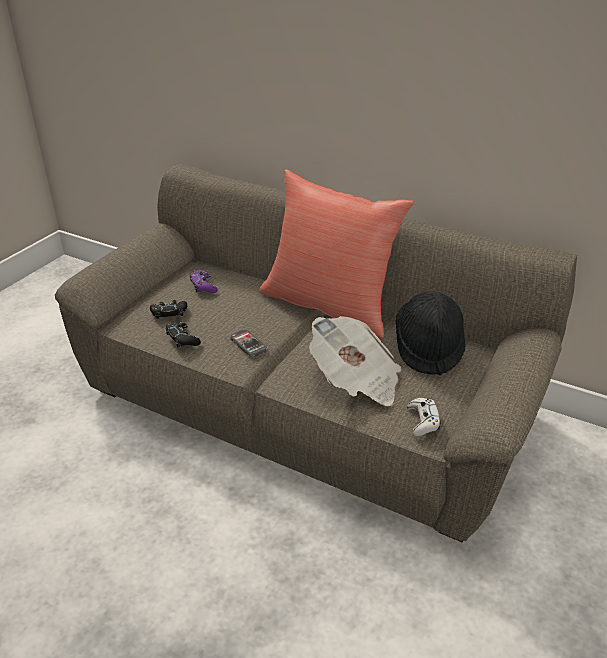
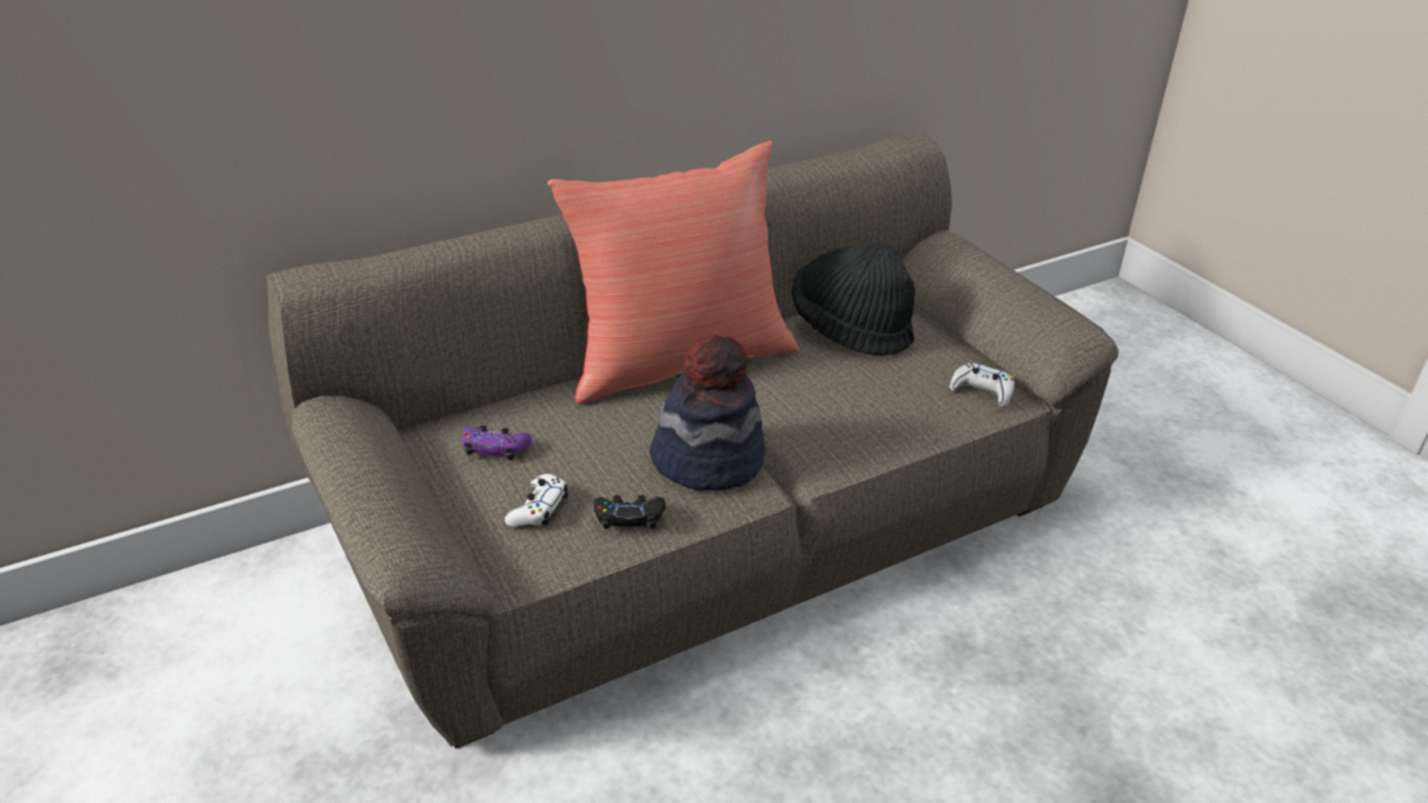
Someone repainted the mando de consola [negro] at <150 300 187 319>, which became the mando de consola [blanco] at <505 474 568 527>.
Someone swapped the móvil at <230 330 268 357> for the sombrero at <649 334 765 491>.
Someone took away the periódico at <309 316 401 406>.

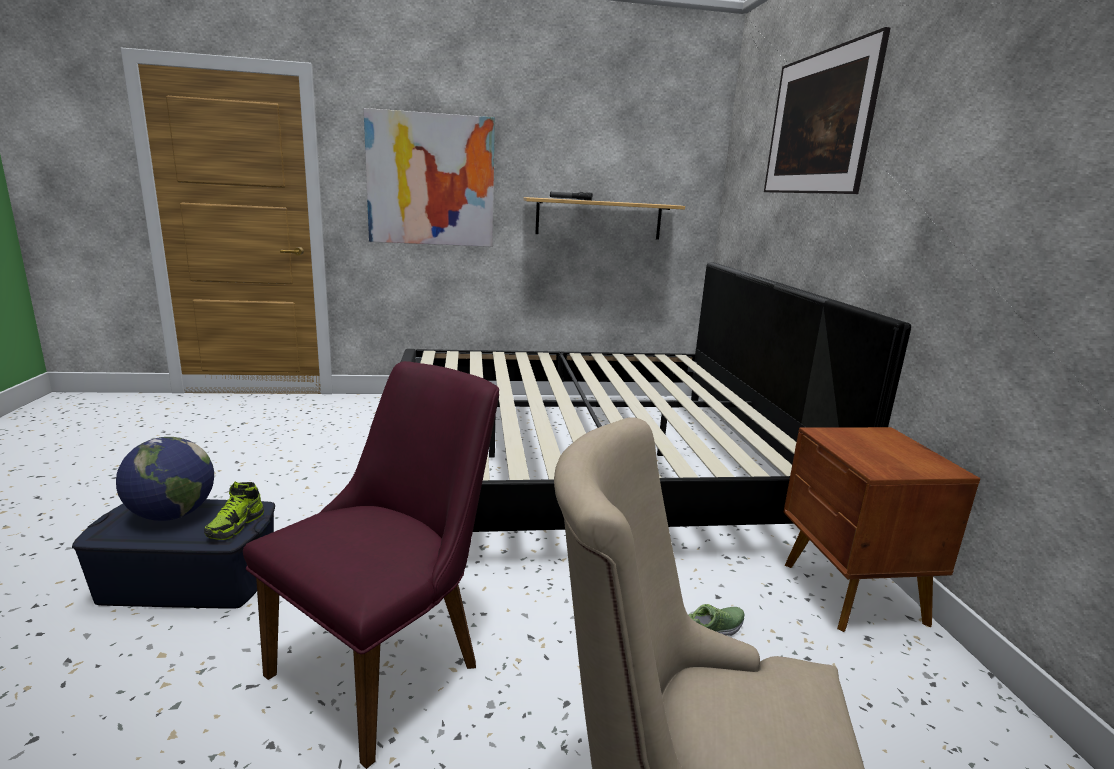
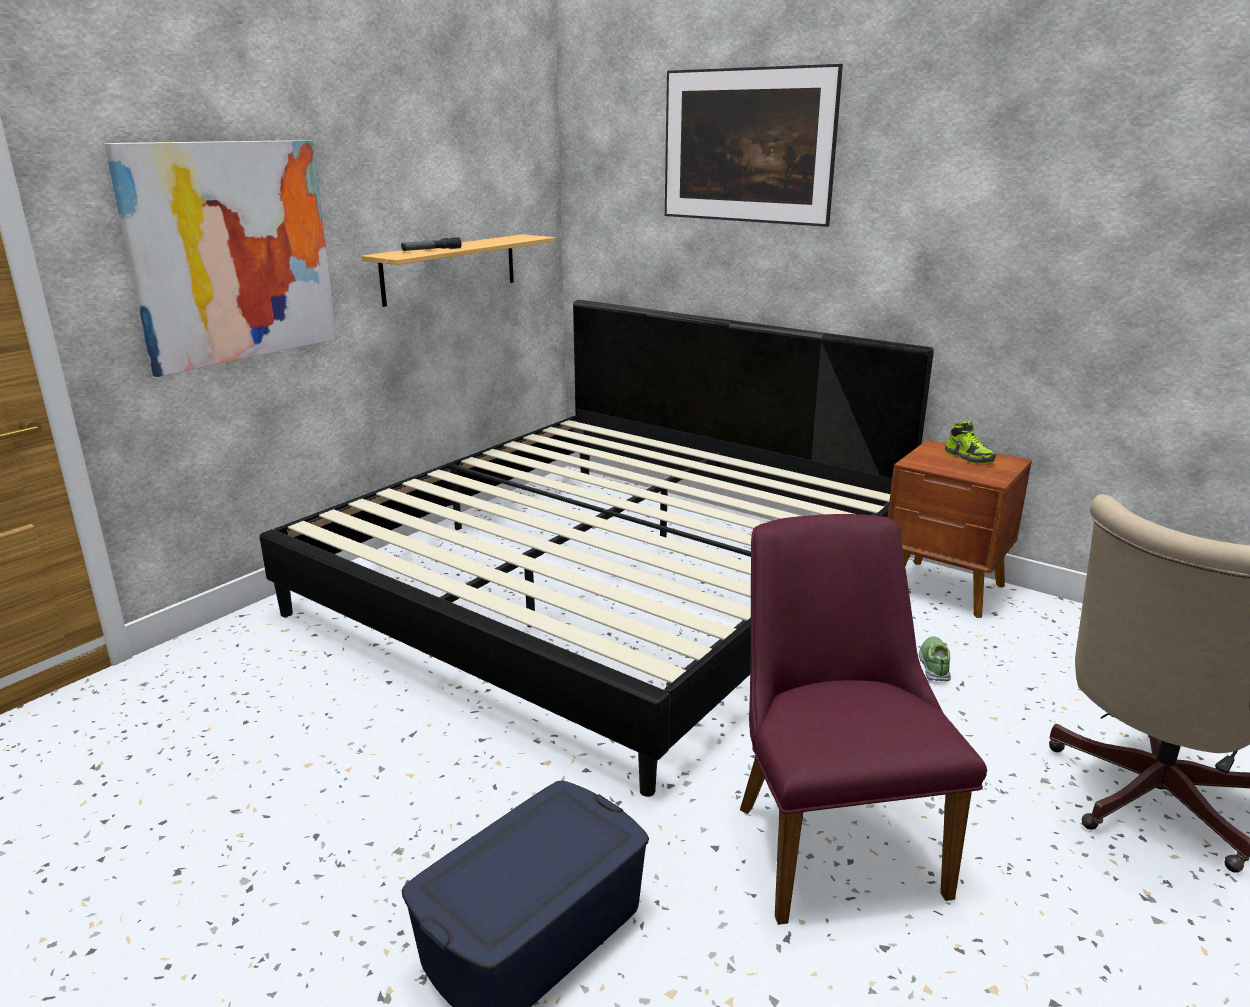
Someone carried the zapato from <204 482 264 540> to <945 421 996 464>.
Someone took away the globo terráqueo at <116 437 214 521>.

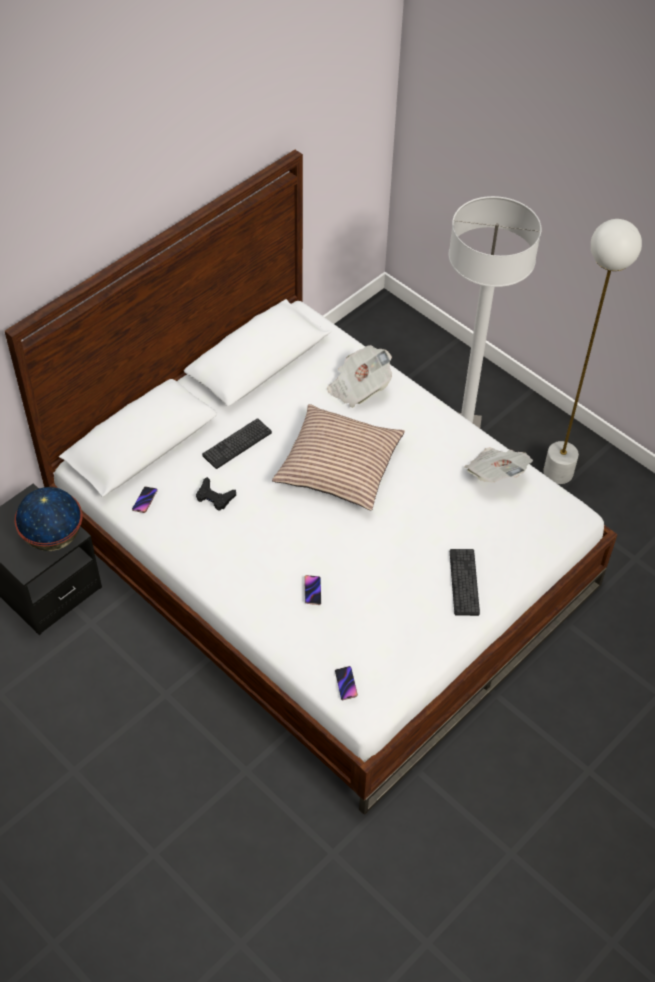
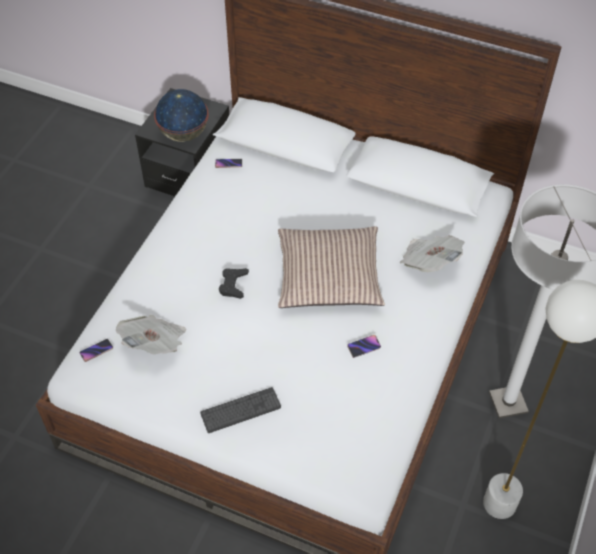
Someone carried the periódico from <465 447 533 482> to <116 315 186 355>.
Someone carried the mando de consola [negro] from <196 477 236 510> to <219 268 249 299>.
Someone carried the móvil from <304 575 321 605> to <347 335 381 358>.
Someone took away the teclado at <202 418 272 469>.

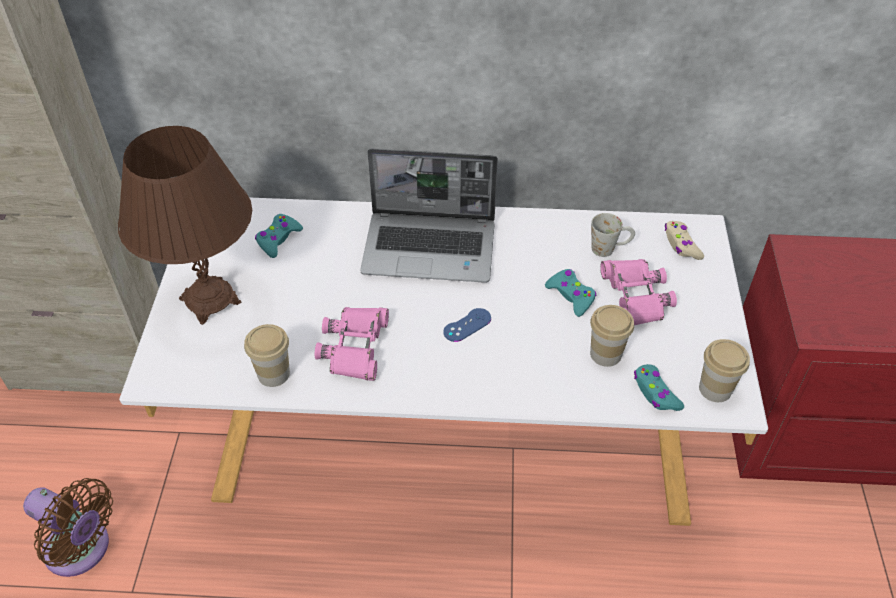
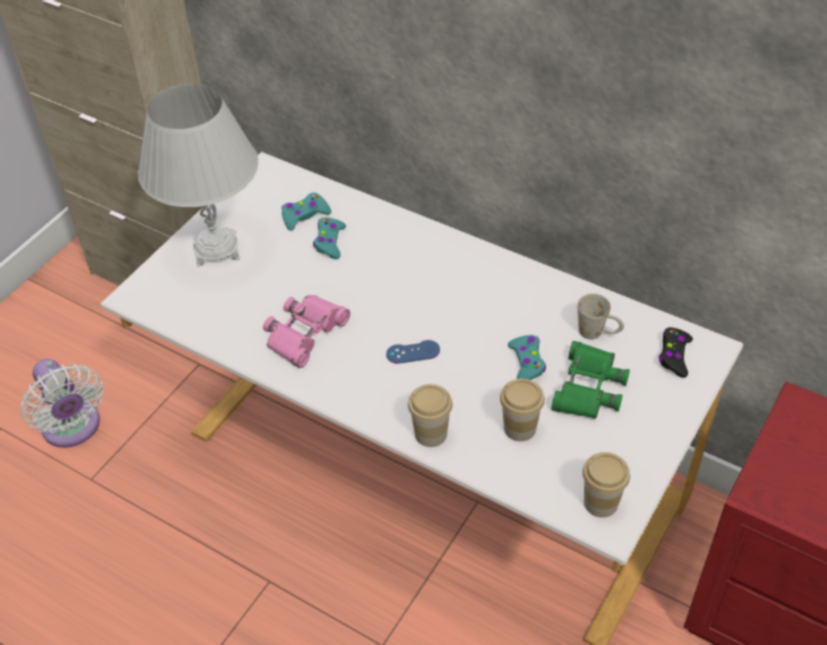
Someone repainted the ventilador [marrón] at <23 478 113 577>, which became the ventilador [blanco] at <21 359 103 448>.
Someone repainted the lámpara de mesa [marrón] at <118 126 252 325>, which became the lámpara de mesa [blanco] at <138 83 259 267>.
Someone carried the mando de consola [turquesa] from <634 364 684 411> to <313 217 346 259>.
Someone carried the taza from <244 324 290 387> to <408 384 453 447>.
Someone repainted the prismáticos [rosa] at <600 259 677 325>, which became the prismáticos [verde] at <551 341 630 419>.
Someone repainted the mando de consola [beis] at <665 221 704 260>, which became the mando de consola [negro] at <659 327 693 378>.
Someone took away the portátil at <360 148 498 283>.

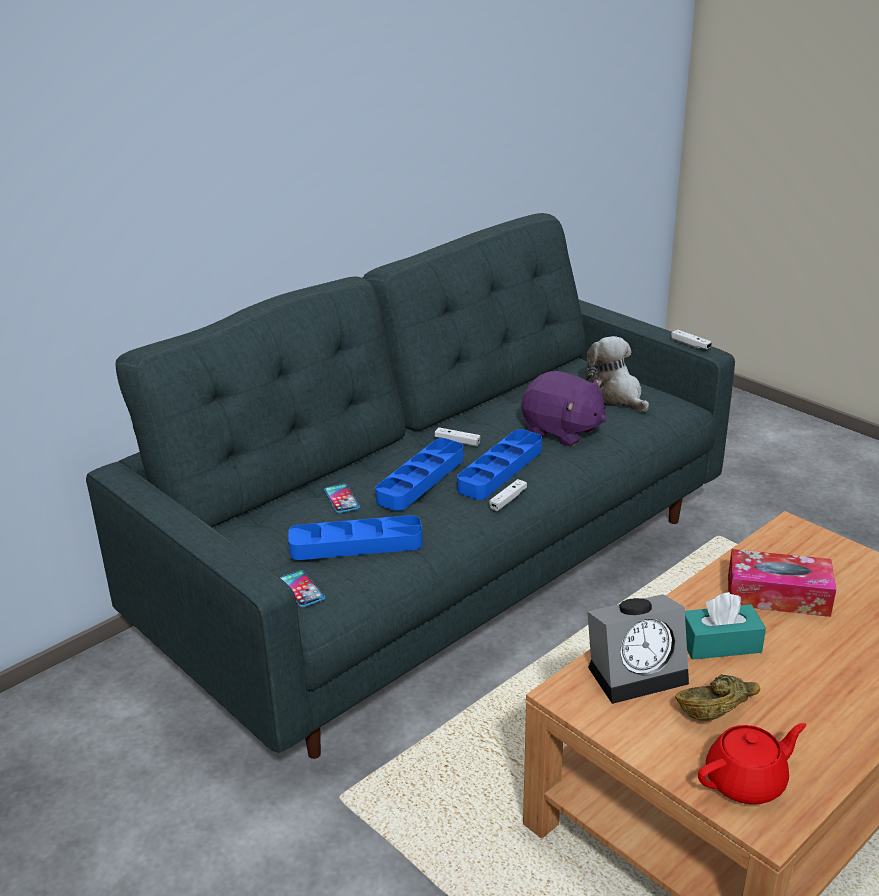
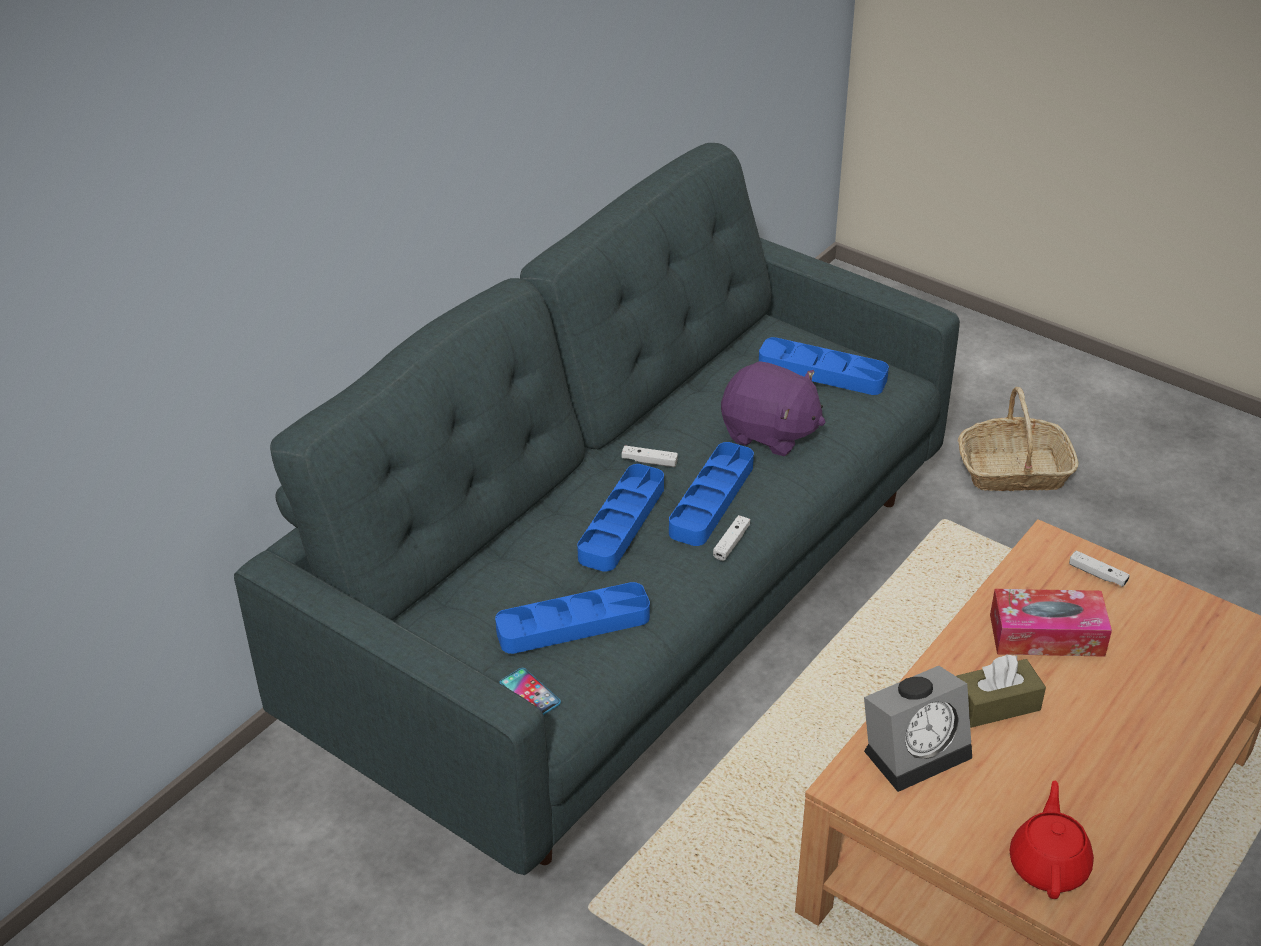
Someone swapped the peluche at <586 336 649 412> for the bandeja [azul] at <759 337 889 395>.
Someone repainted the caja de pañuelos [turquesa] at <685 592 766 660>, which became the caja de pañuelos [marrón] at <956 655 1046 728>.
Someone put down the cesta at <957 387 1078 491>.
Someone rotated the tetera [rojo] at <698 723 806 804> by 45 degrees counterclockwise.
Someone carried the mando de consola [blanco] from <671 329 712 349> to <1069 550 1130 587>.
Someone took away the móvil at <324 484 360 513>.
Someone took away the cuenco [marrón] at <675 674 760 721>.

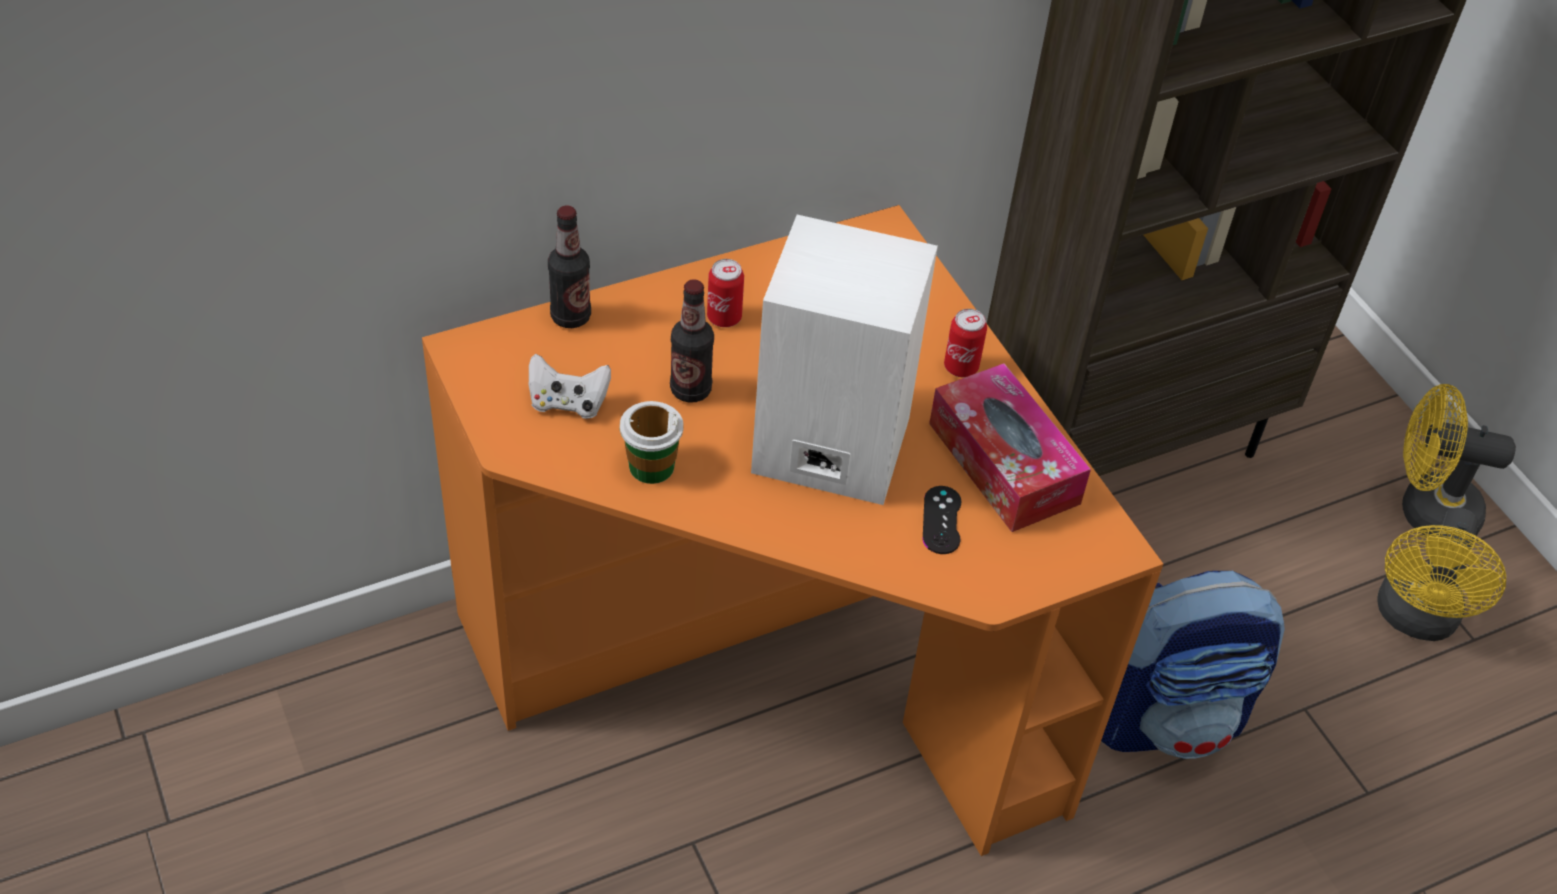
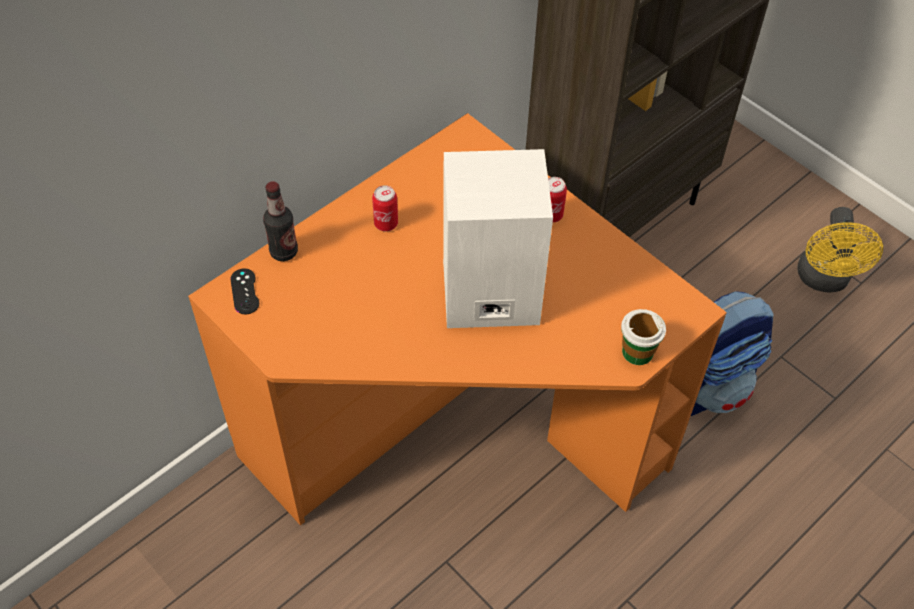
Someone carried the mando de consola [negro] from <923 486 962 554> to <231 268 259 315>.
Someone carried the taza from <619 401 684 484> to <621 309 666 365>.
Someone took away the mando de consola [blanco] at <529 354 611 419>.
Someone took away the botella at <670 279 714 403>.
Someone took away the caja de pañuelos at <929 363 1091 532>.
Someone took away the ventilador [amarillo] at <1402 384 1516 536>.

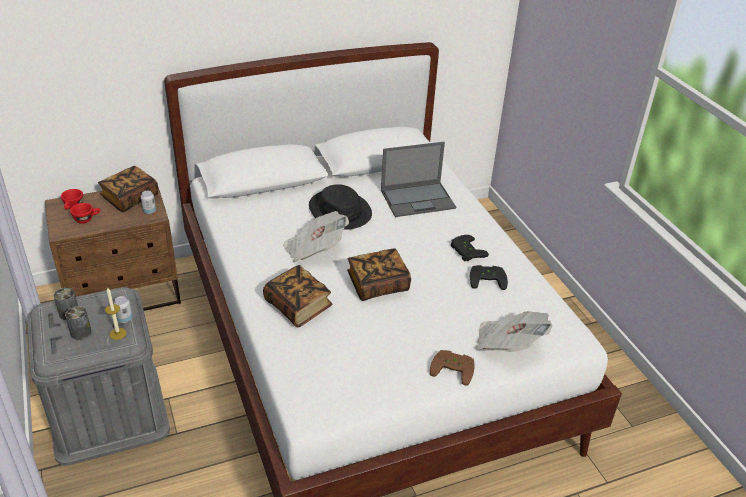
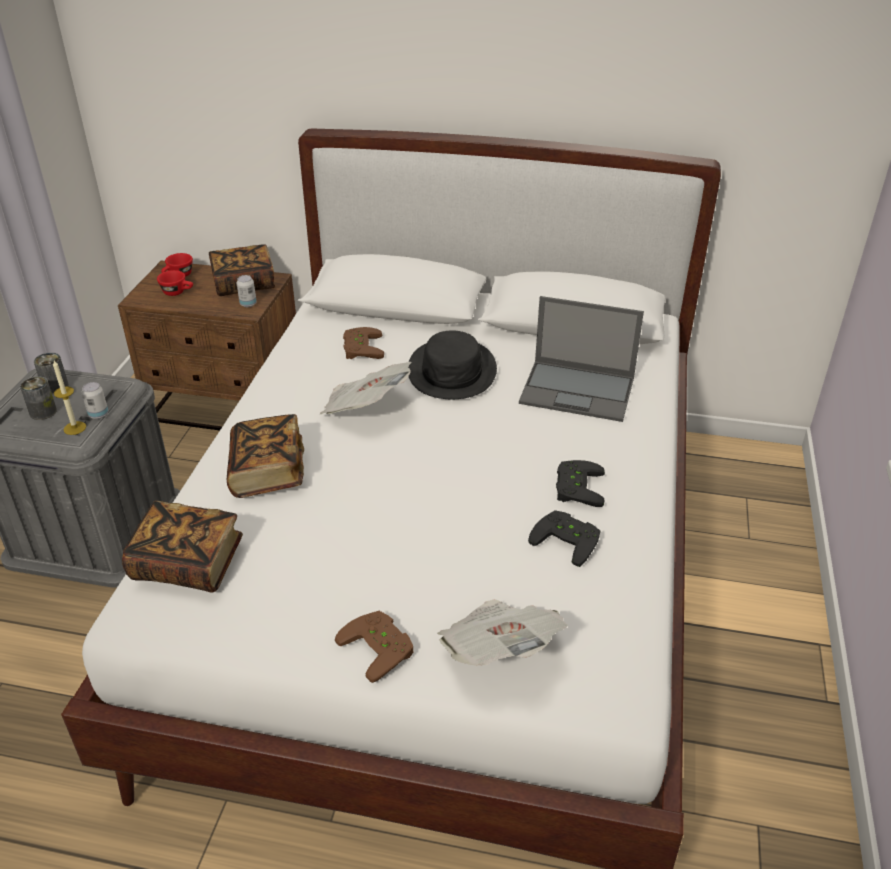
Someone carried the libro from <347 248 411 301> to <122 501 243 593>.
Someone put down the mando de consola [marrón] at <343 327 384 359>.

